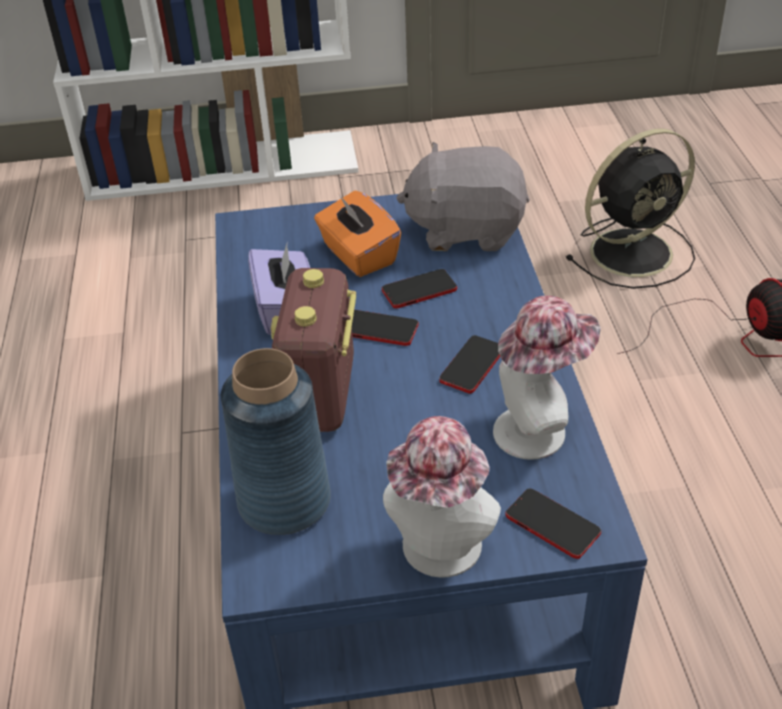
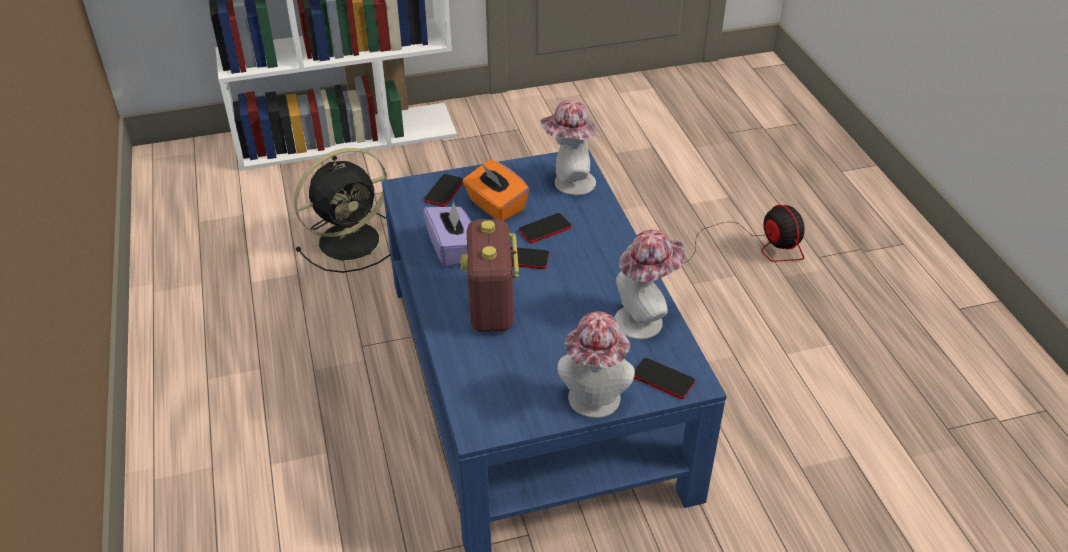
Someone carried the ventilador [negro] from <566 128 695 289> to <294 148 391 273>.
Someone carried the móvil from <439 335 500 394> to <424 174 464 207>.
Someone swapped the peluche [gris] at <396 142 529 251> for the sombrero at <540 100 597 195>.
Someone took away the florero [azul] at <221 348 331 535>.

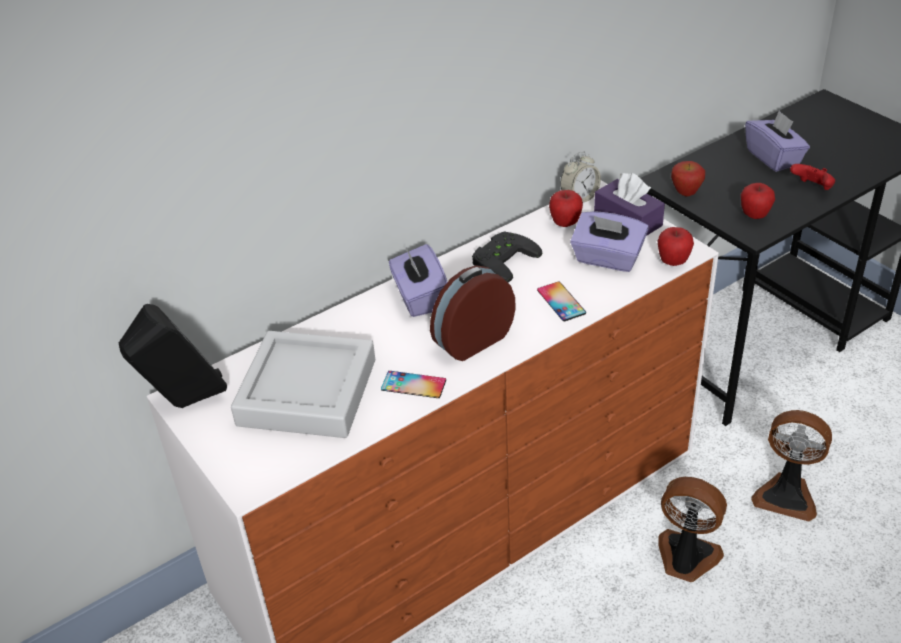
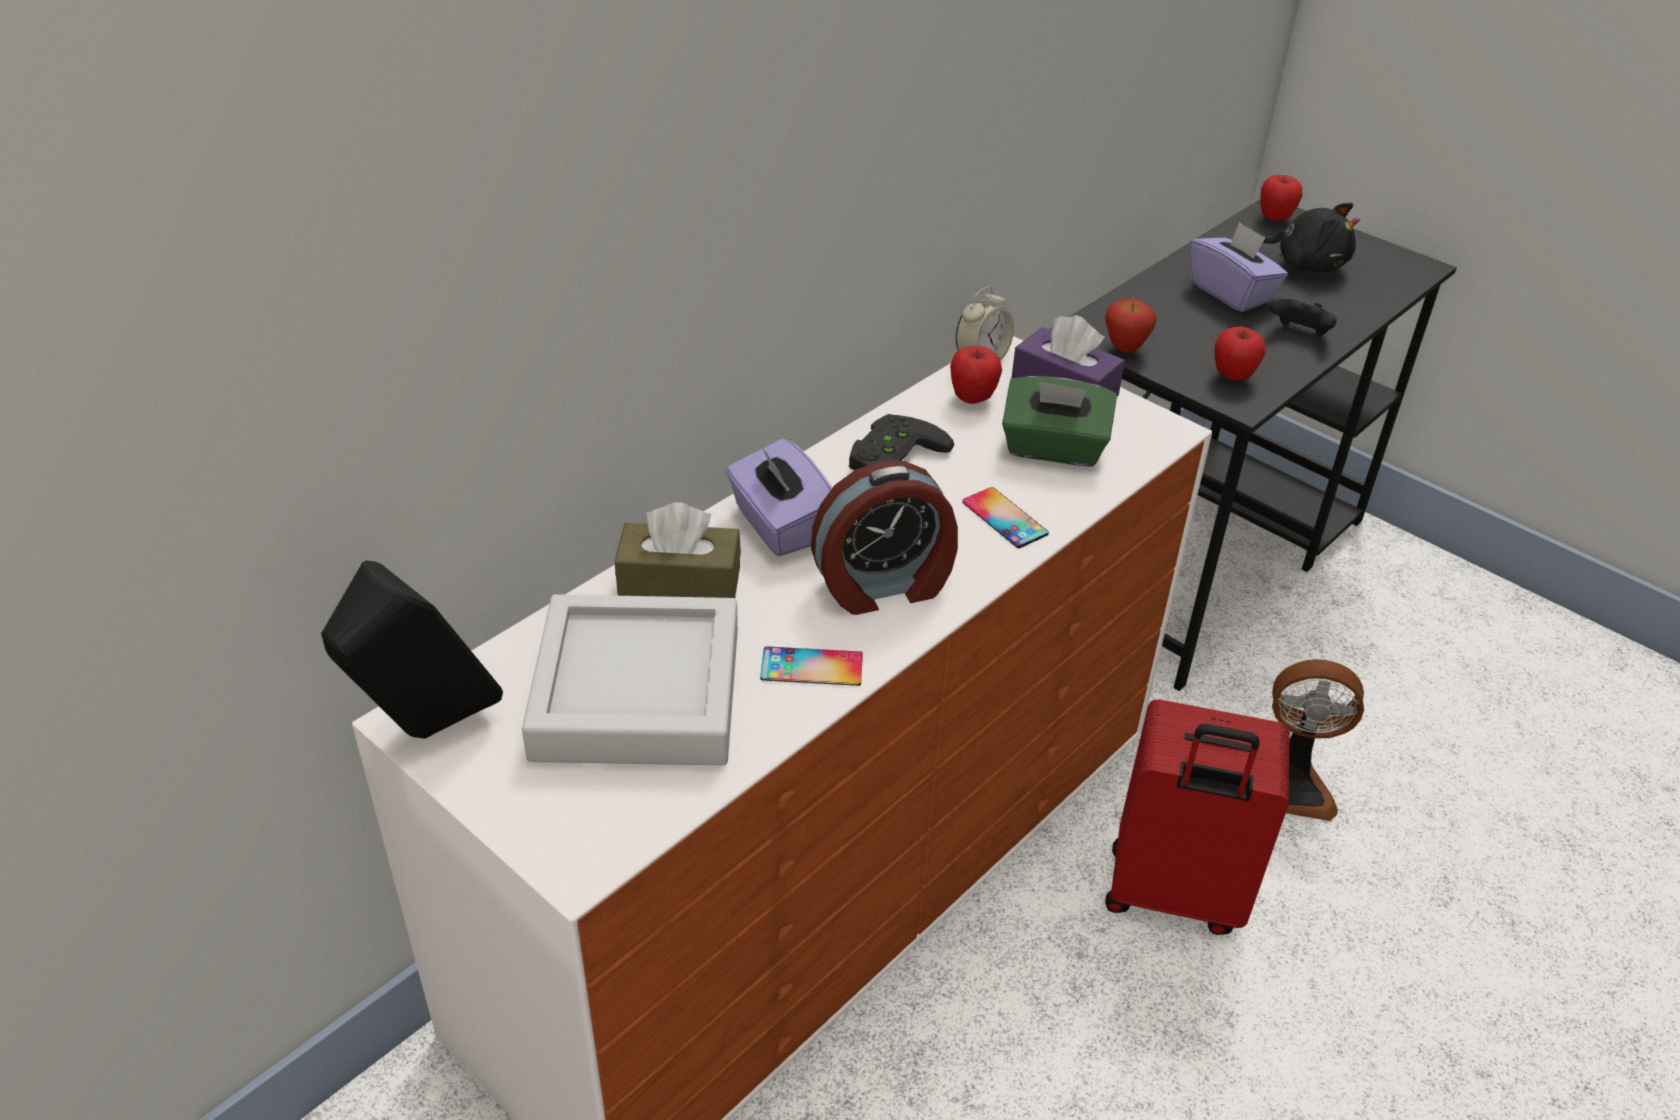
Someone put down the caja de pañuelos [marrón] at <615 503 741 598>.
Someone rotated the despertador at <430 265 516 361> by 150 degrees counterclockwise.
Someone repainted the caja de pañuelos [morado] at <570 211 649 272>, which became the caja de pañuelos [verde] at <1002 376 1117 467>.
Someone swapped the ventilador at <658 477 727 582> for the maleta [rojo] at <1105 700 1290 935>.
Someone carried the manzana from <658 227 694 266> to <1260 175 1302 221>.
Someone put down the peluche [negro] at <1261 203 1360 272>.
Someone repainted the mando de consola [rojo] at <790 164 835 190>, which became the mando de consola [negro] at <1269 298 1337 335>.

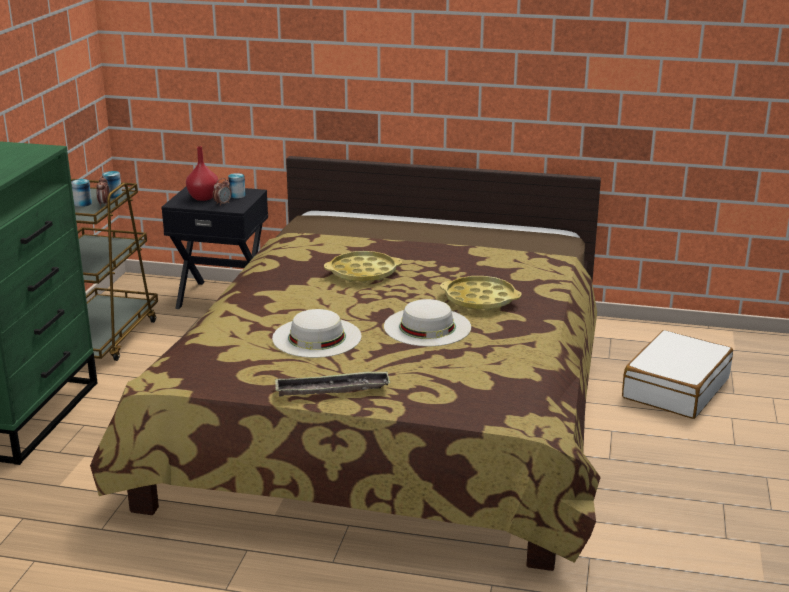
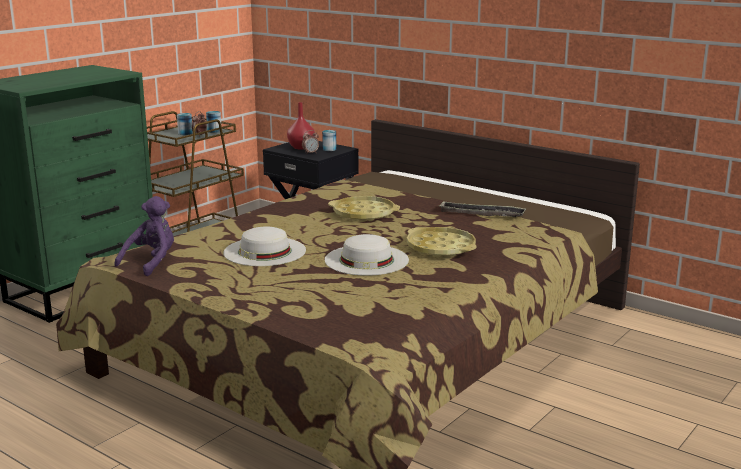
Someone put down the peluche [morado] at <114 196 174 276>.
Someone carried the bandeja from <275 372 390 397> to <439 202 526 217>.
Someone took away the maleta [blanco] at <622 330 733 419>.

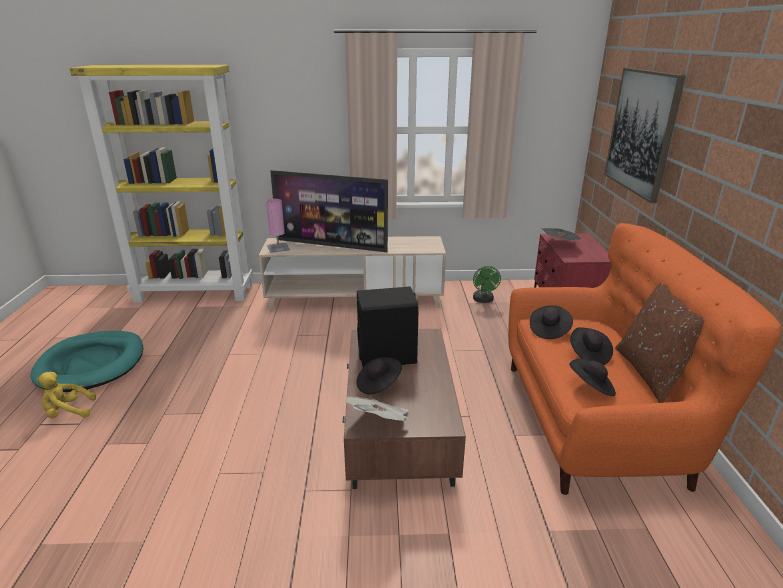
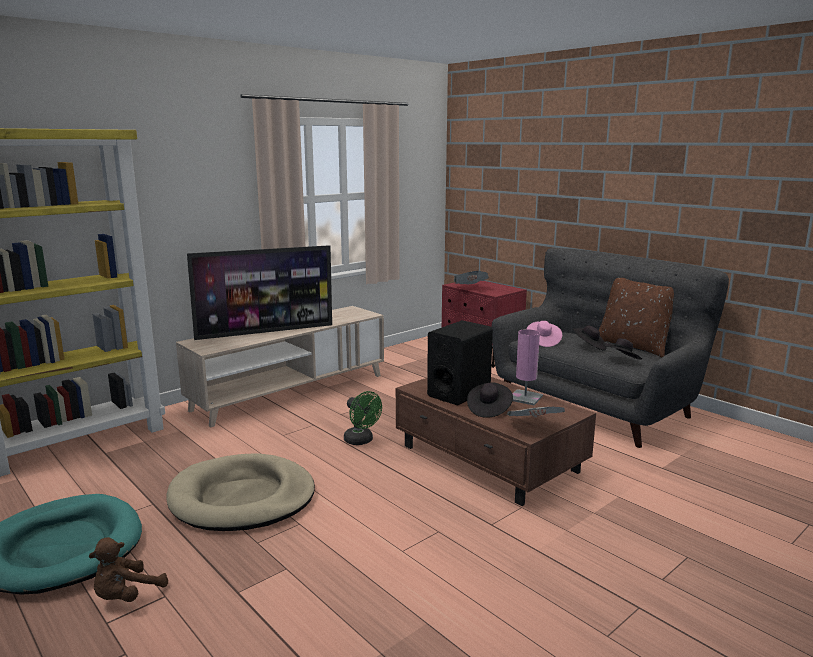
Someone repainted the peluche [amarillo] at <36 372 96 418>, which became the peluche [marrón] at <88 537 168 602>.
Someone put down the cama para perro [beis] at <166 453 315 531>.
Someone carried the ventilador [verde] from <473 266 501 303> to <344 391 382 445>.
Someone repainted the sofá [naranja] at <508 223 781 495>, which became the sofá [gris] at <492 248 729 448>.
Someone carried the lámpara de mesa [rosa] from <266 199 290 253> to <512 329 543 405>.
Someone repainted the sombrero [negro] at <530 305 573 339>, which became the sombrero [rosa] at <527 321 562 347>.
Someone took away the cuadro at <604 68 686 203>.

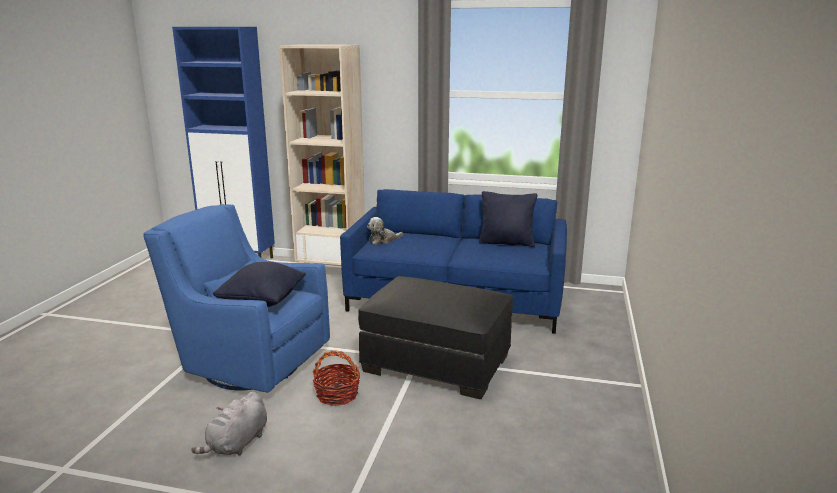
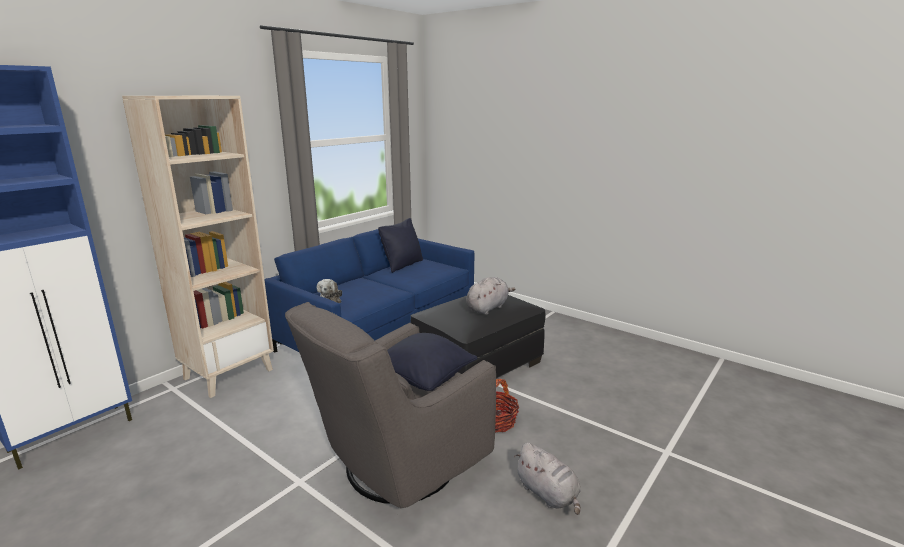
Someone repainted the sillón [azul] at <143 204 330 393>, which became the sillón [gris] at <285 302 496 509>.
Someone put down the peluche [gris] at <466 277 516 315>.

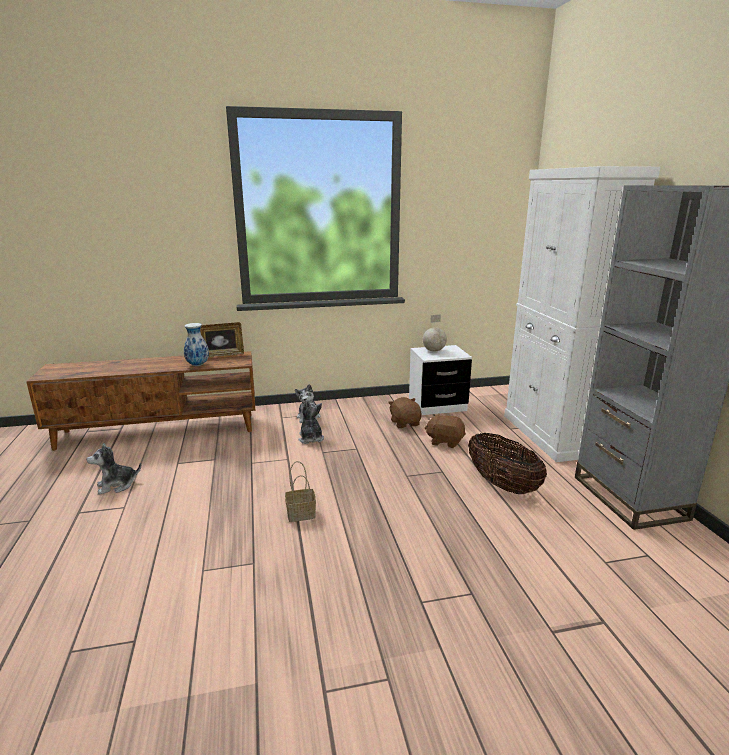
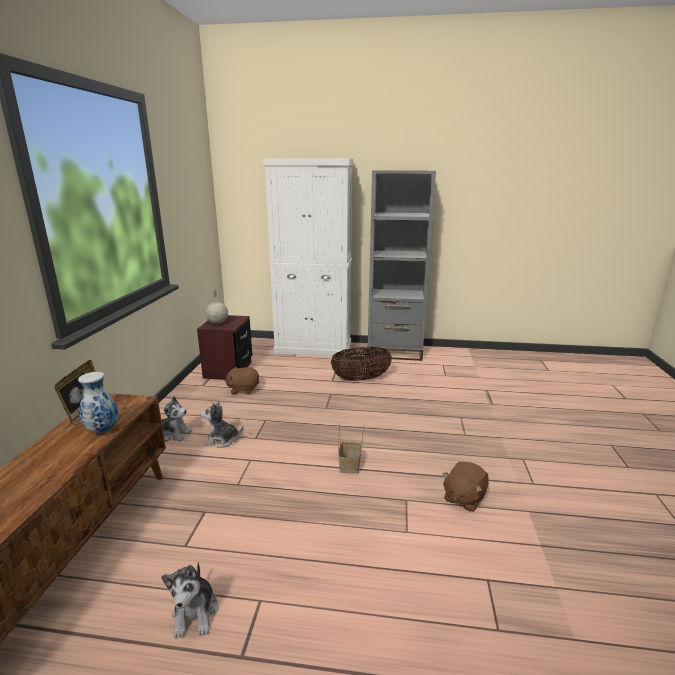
Someone repainted the mesita de noche [blanco] at <409 345 472 415>, which became the mesita de noche [marrón] at <197 315 252 380>.
Someone carried the peluche [marrón] from <424 413 466 448> to <442 462 489 512>.

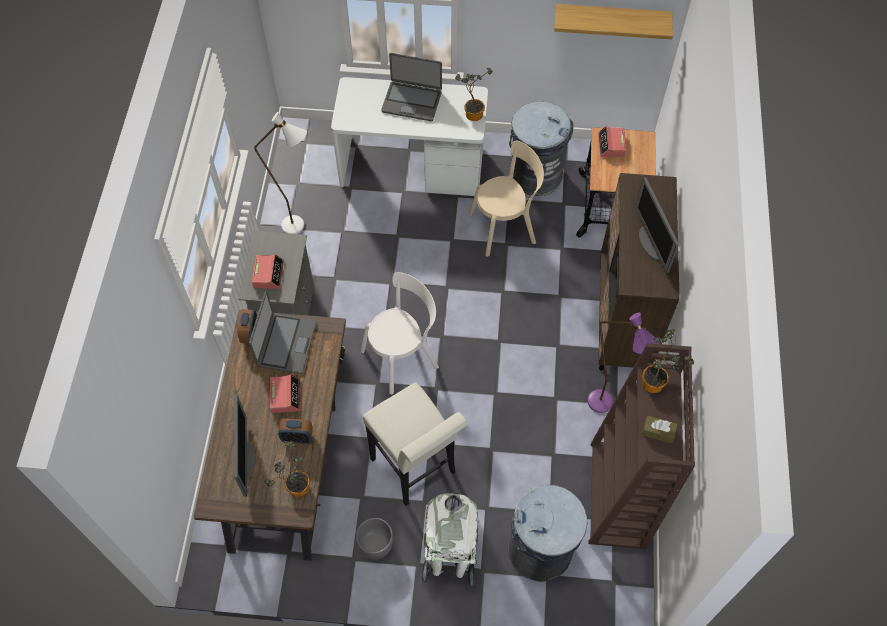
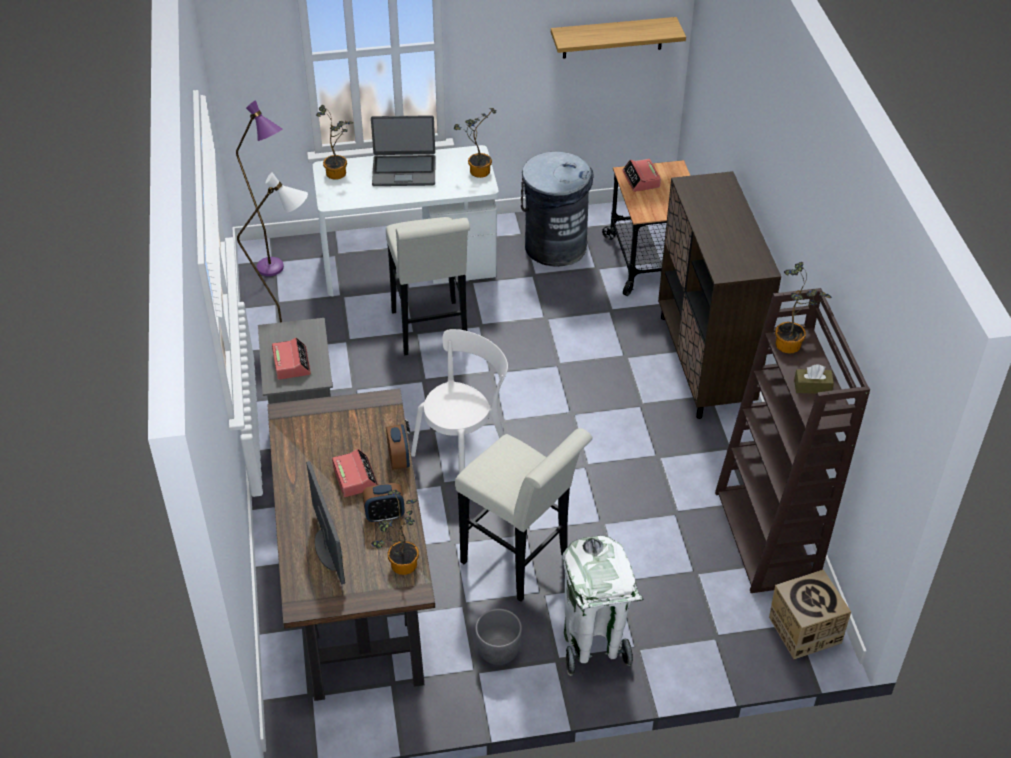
Someone carried the lámpara de pie [morado] from <588 312 659 413> to <236 100 284 276>.
Someone put down the planta en maceta at <316 105 354 180>.
Someone put down the taburete [blanco] at <386 217 470 355>.
Someone carried the despertador from <237 309 257 343> to <386 424 410 470>.
Someone put down the caja de cartón at <769 570 851 659>.
Someone took away the portátil at <249 291 316 374>.
Someone took away the silla [beis] at <469 141 544 256>.
Someone took away the papelera [gris] at <508 485 588 582>.
Someone took away the monitor at <635 177 679 273>.

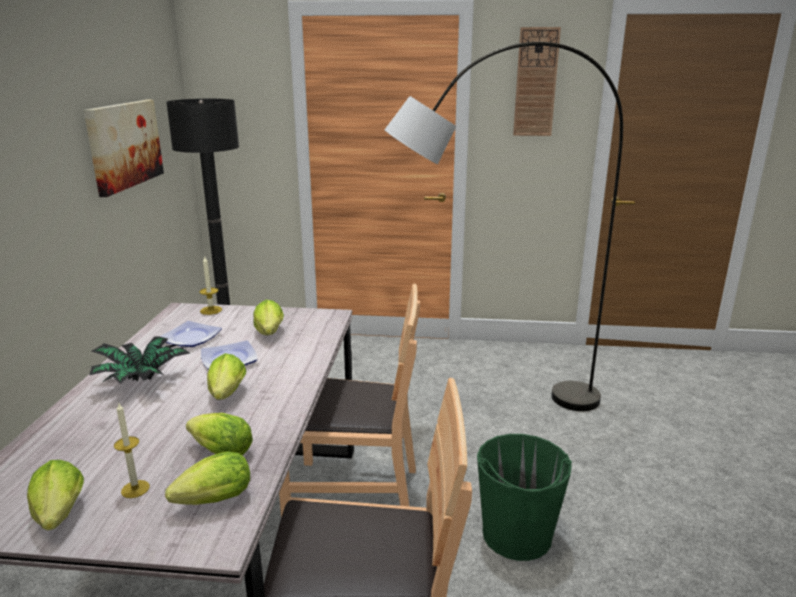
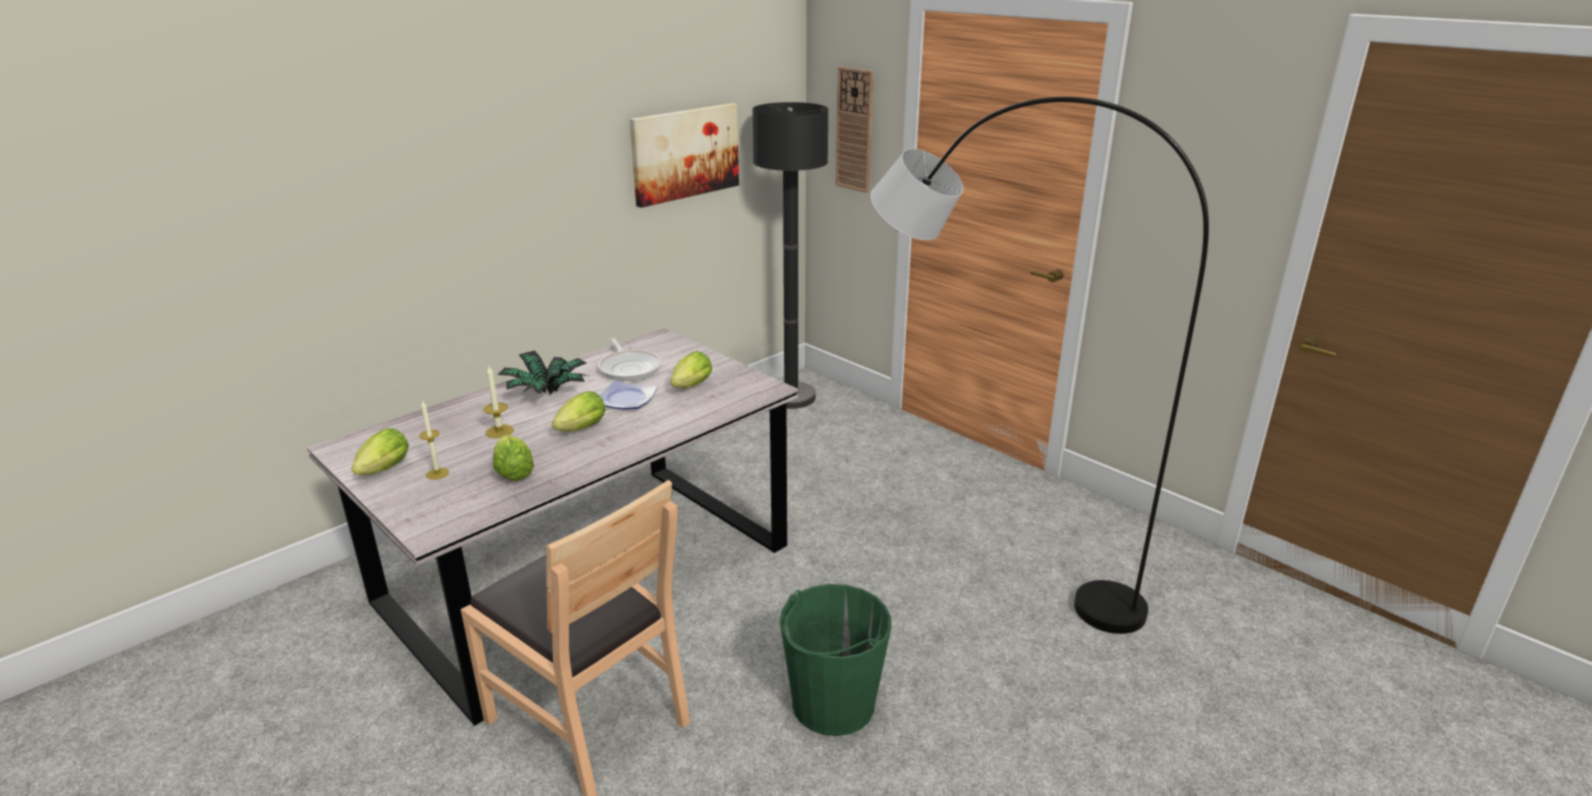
Someone carried the vela from <199 255 222 315> to <484 366 514 438>.
Someone swapped the plato at <159 321 222 347> for the sartén at <598 338 662 381>.
Someone carried the reloj de pared from <513 27 561 136> to <836 67 874 193>.
Someone took away the lechuga at <165 451 250 505>.
Someone took away the silla [marrón] at <279 284 420 518>.

